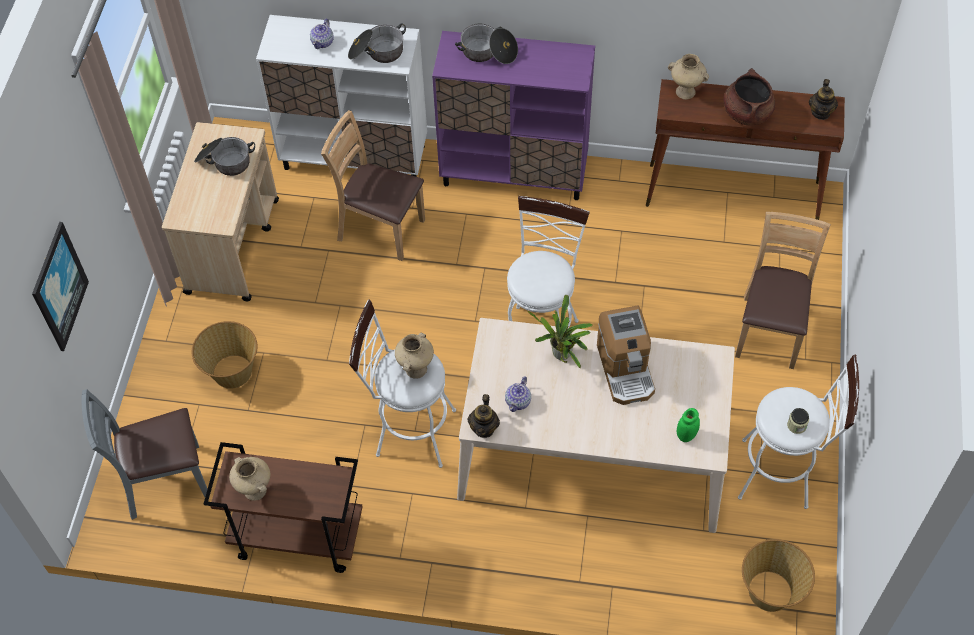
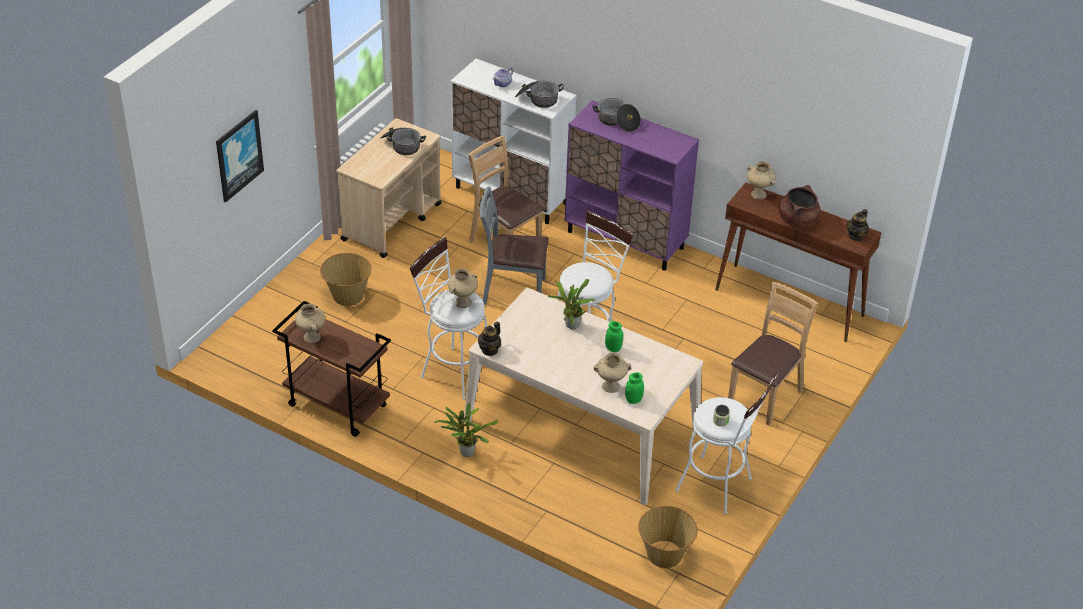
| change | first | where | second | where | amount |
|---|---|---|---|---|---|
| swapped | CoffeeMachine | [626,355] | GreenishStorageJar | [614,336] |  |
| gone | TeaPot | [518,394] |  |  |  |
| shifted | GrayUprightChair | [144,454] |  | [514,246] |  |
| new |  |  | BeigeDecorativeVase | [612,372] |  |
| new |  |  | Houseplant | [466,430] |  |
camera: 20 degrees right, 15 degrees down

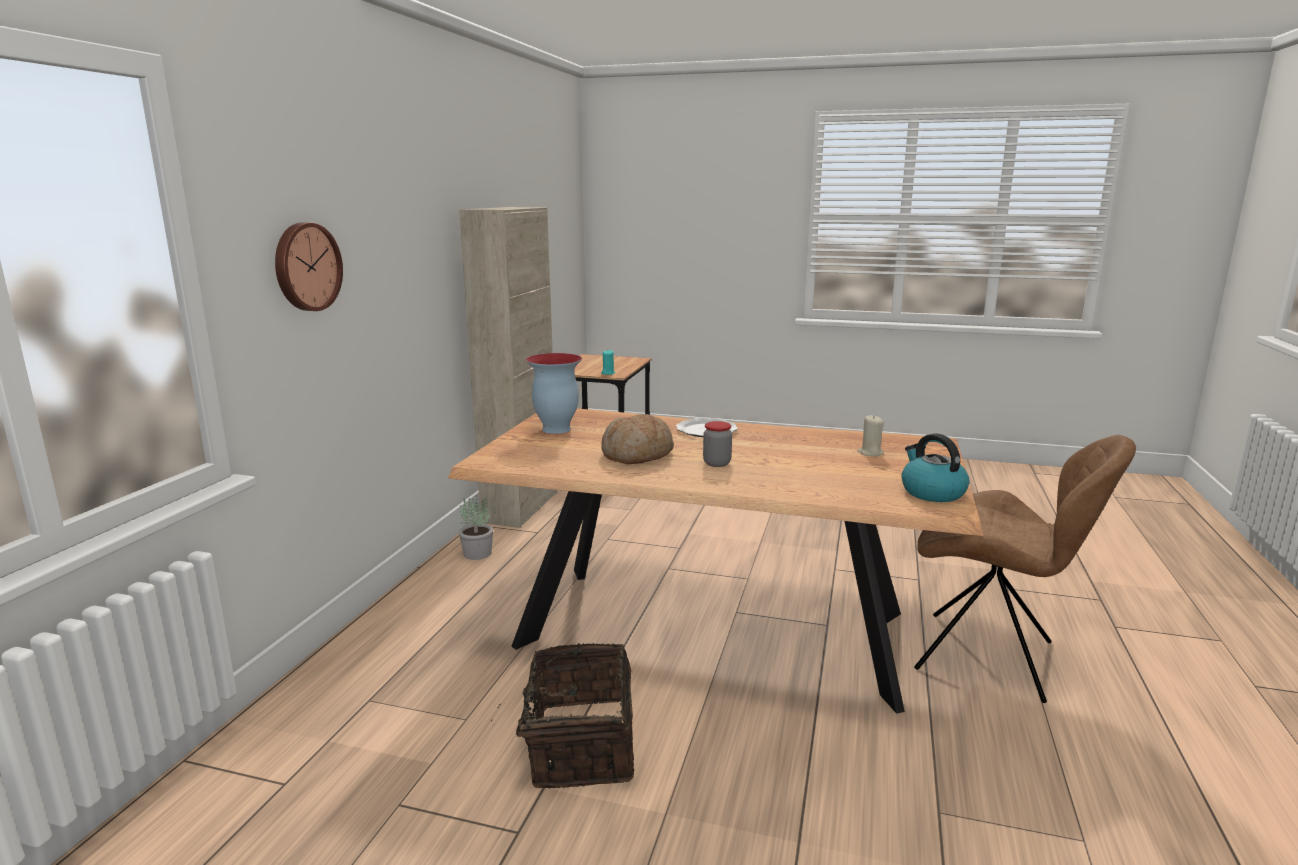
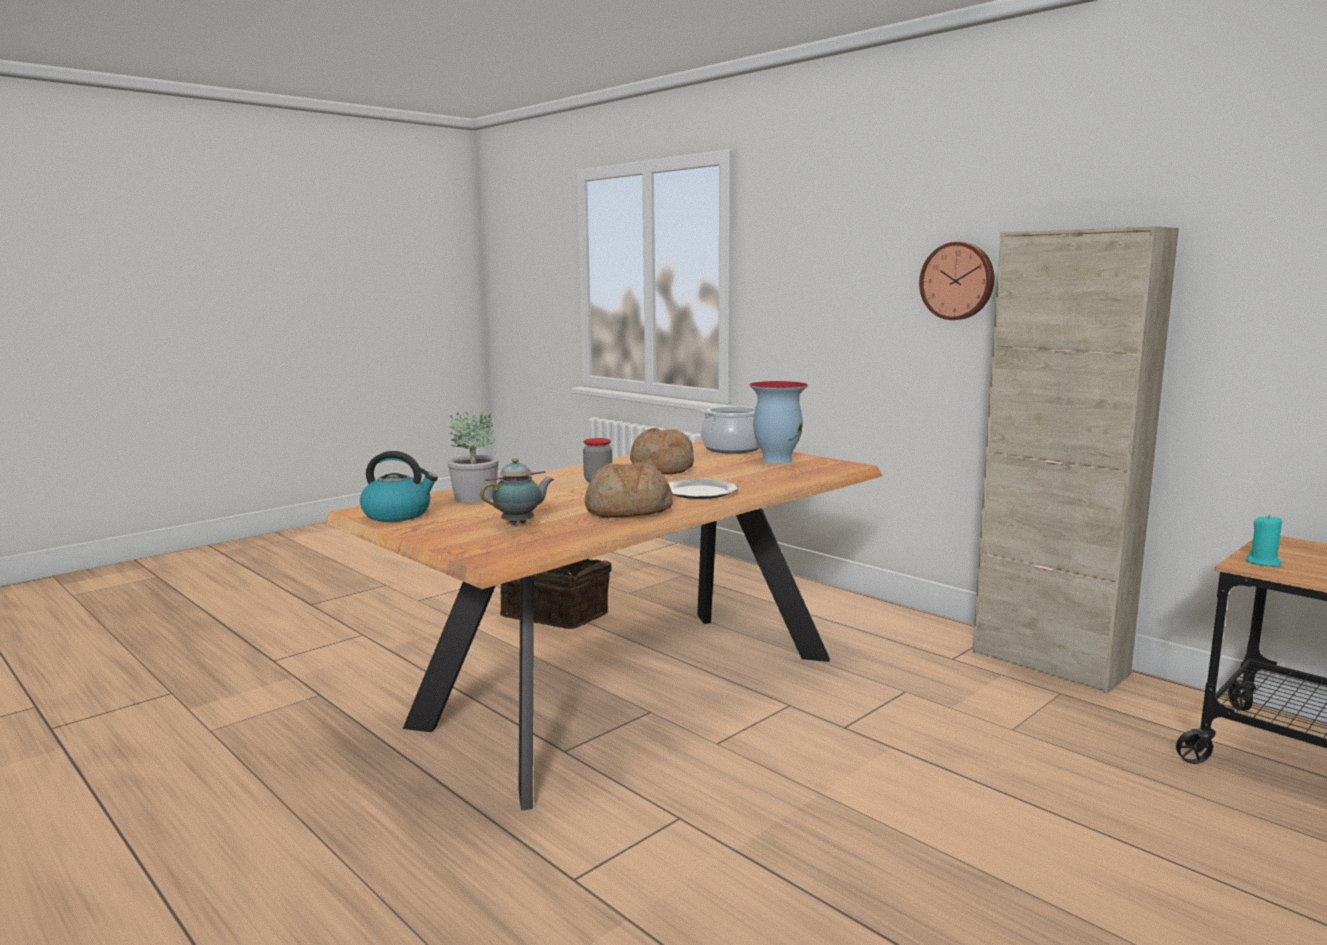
| change | first | where | second | where | amount |
|---|---|---|---|---|---|
| shifted | ClockOnTheWall | [309,266] |  | [956,281] |  |
| swapped | BeigeWaxCandle | [870,435] | TeaPot | [517,491] |  |
| gone | BrownUprightChair | [1025,569] |  |  |  |
| shifted | Houseplant | [476,527] |  | [473,457] |  |
| new |  |  | Stockpot | [730,430] |  |
| new |  |  | BakeryBread | [629,490] |  |
camera: 120 degrees right, 5 degrees down

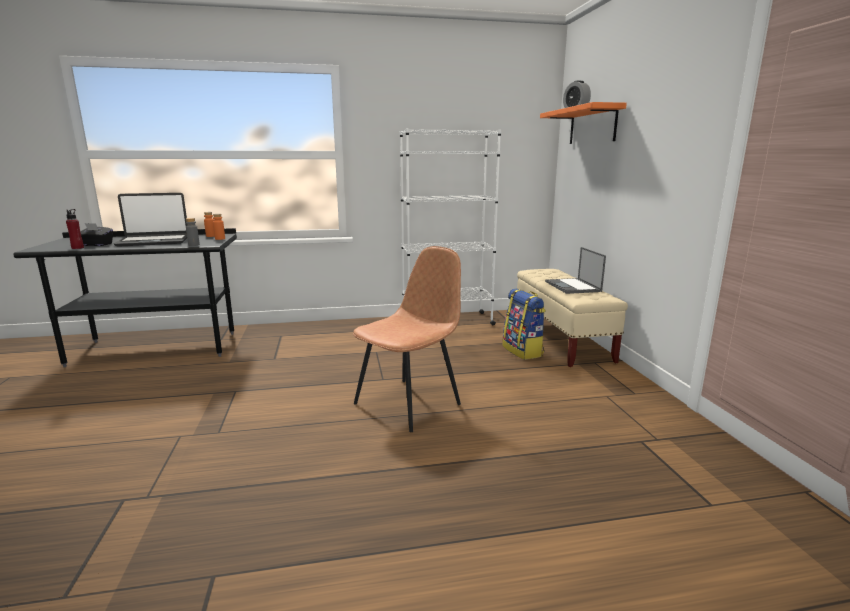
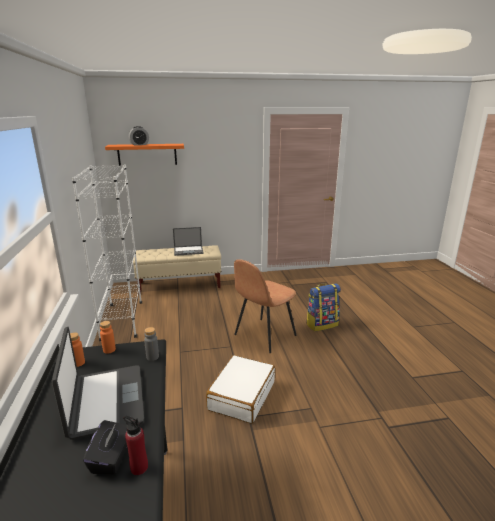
| change | first | where | second | where | amount |
|---|---|---|---|---|---|
| rotated | BrownUprightChair | [407,339] |  | [265,306] | 90 degrees counterclockwise |
| shifted | Backpack | [524,324] |  | [323,307] |  |
| new |  |  | WhiteColouredTravelCase | [240,389] |  |
camera: 90 degrees left, 5 degrees up

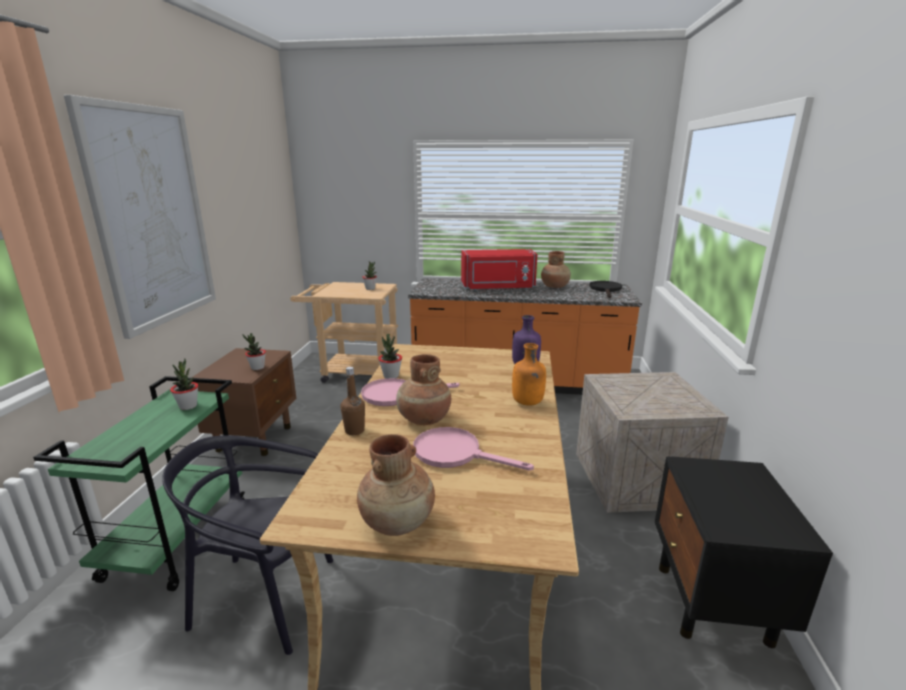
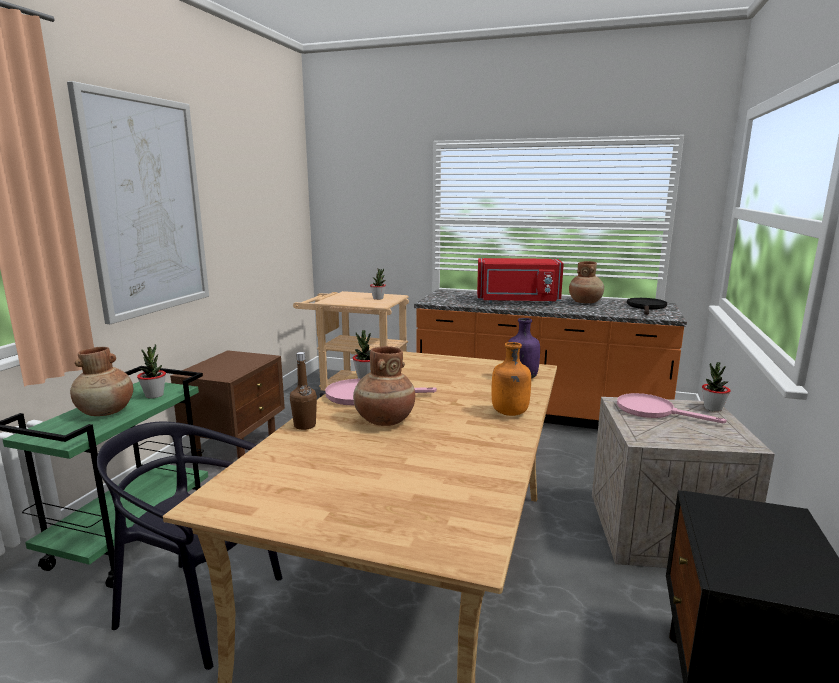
| change | first | where | second | where | amount |
|---|---|---|---|---|---|
| shifted | Houseplant | [254,351] |  | [716,387] |  |
| shifted | PinkishSkillet | [473,449] |  | [671,408] |  |
| shifted | BrownDecorativeVase | [396,485] |  | [101,381] |  |
camera: 10 degrees right, 5 degrees down

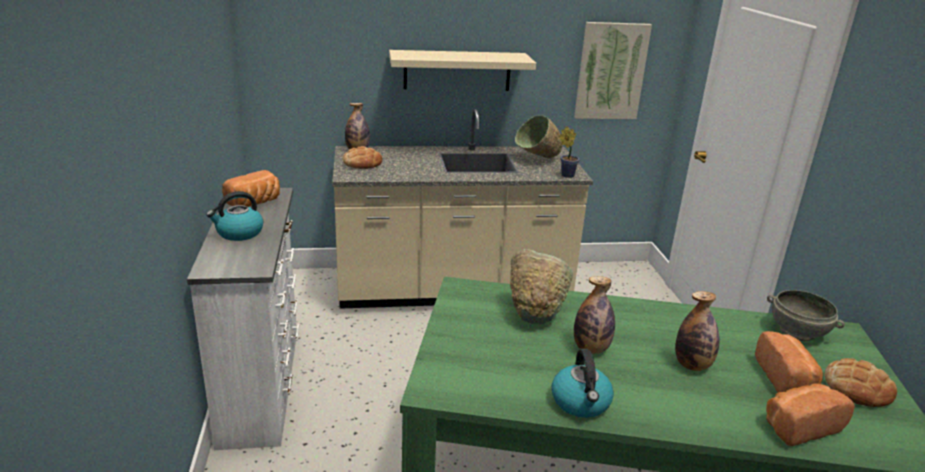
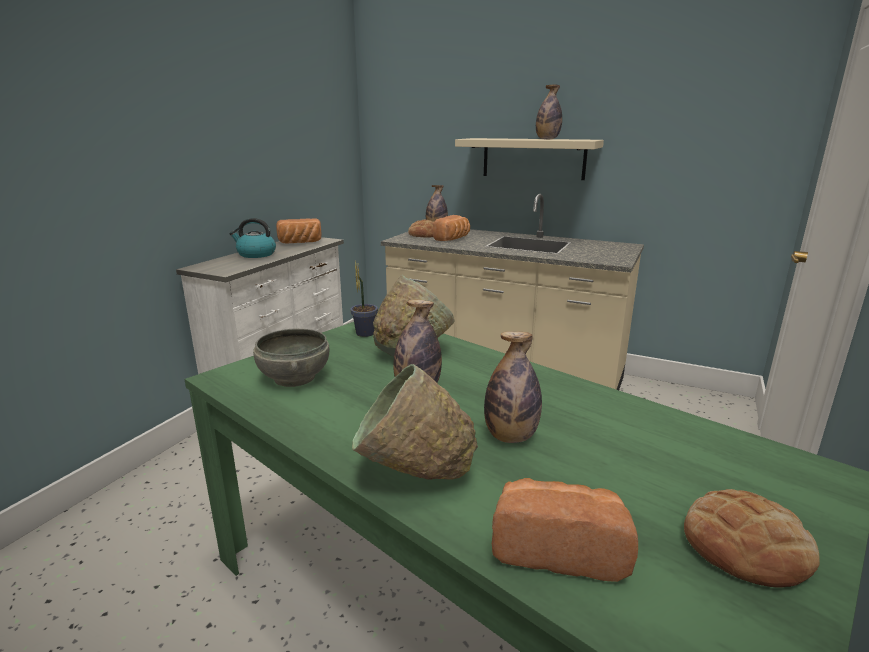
| change | first | where | second | where | amount |
|---|---|---|---|---|---|
| gone | Picture | [613,70] |  |  |  |
| shifted | GreenishServingBowl | [538,137] |  | [415,422] |  |
| shifted | Houseplant | [569,152] |  | [364,301] |  |
| shifted | GrayServingBowl | [806,315] |  | [291,358] |  |
| shifted | BakeryBread | [789,361] |  | [451,228] |  |
| gone | TeaKettle | [583,383] |  |  |  |
| new |  |  | DrinkBottle | [549,111] |  |
camera: 35 degrees right, 5 degrees down

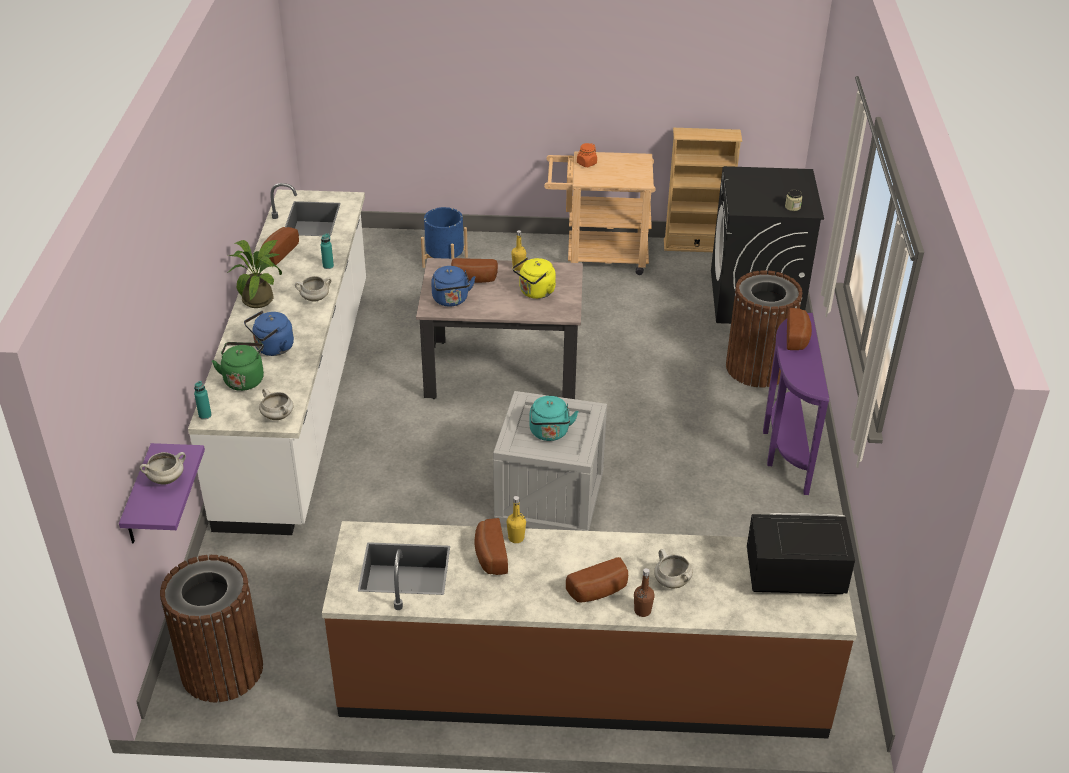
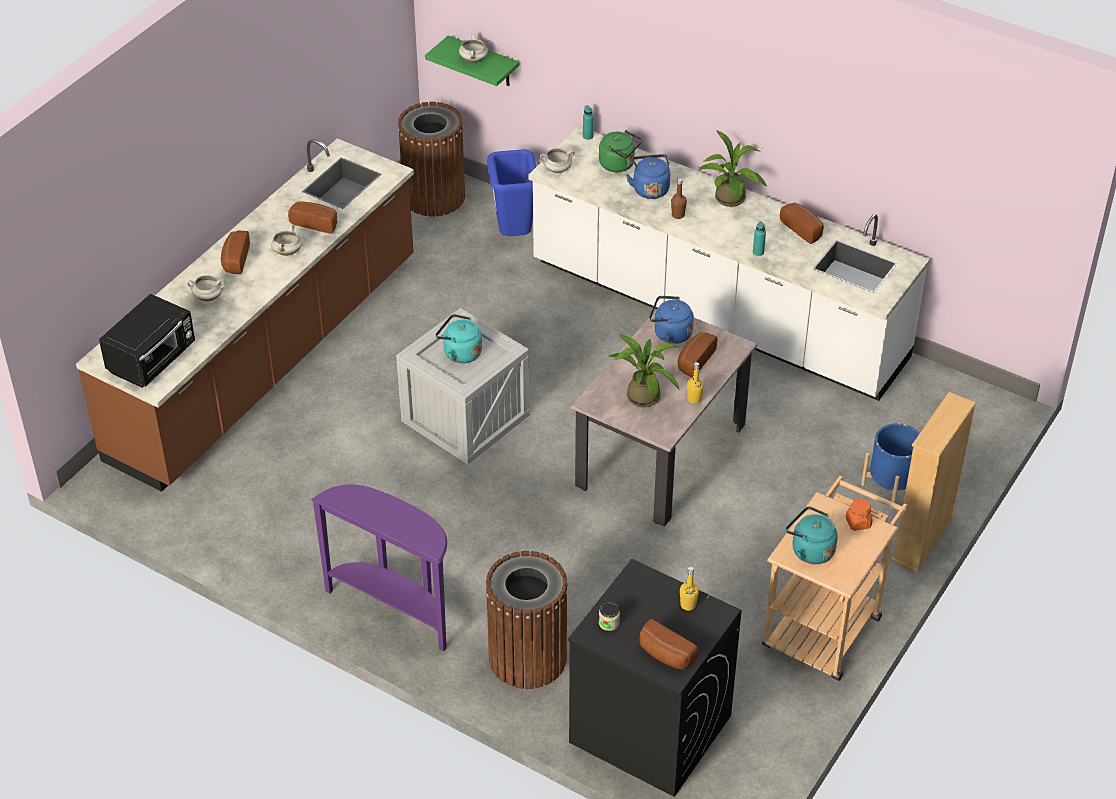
| change | first | where | second | where | amount |
|---|---|---|---|---|---|
| shifted | BeigeShelvingUnit | [703,190] |  | [933,482] |  |
| swapped | YellowTeaKettle | [534,278] | Houseplant | [644,370] |  |
| shifted | WhiteColouredStockpot | [313,289] |  | [286,240] |  |
| shifted | BakeryBread | [799,329] |  | [668,644] |  |
| repainted | PurpleBracketShelf | [162,493] | GreenishBracketShelf | [472,60] |  |
| shifted | YellowDrinkBottle | [516,519] |  | [689,589] |  |
| shifted | BrownDrinkBottle | [644,592] |  | [679,198] |  |
| new |  |  | BluishWasteBin | [511,192] |  |
| new |  |  | TurquoiseColouredTeaKettle | [812,535] |  |
camera: 120 degrees right, 5 degrees up

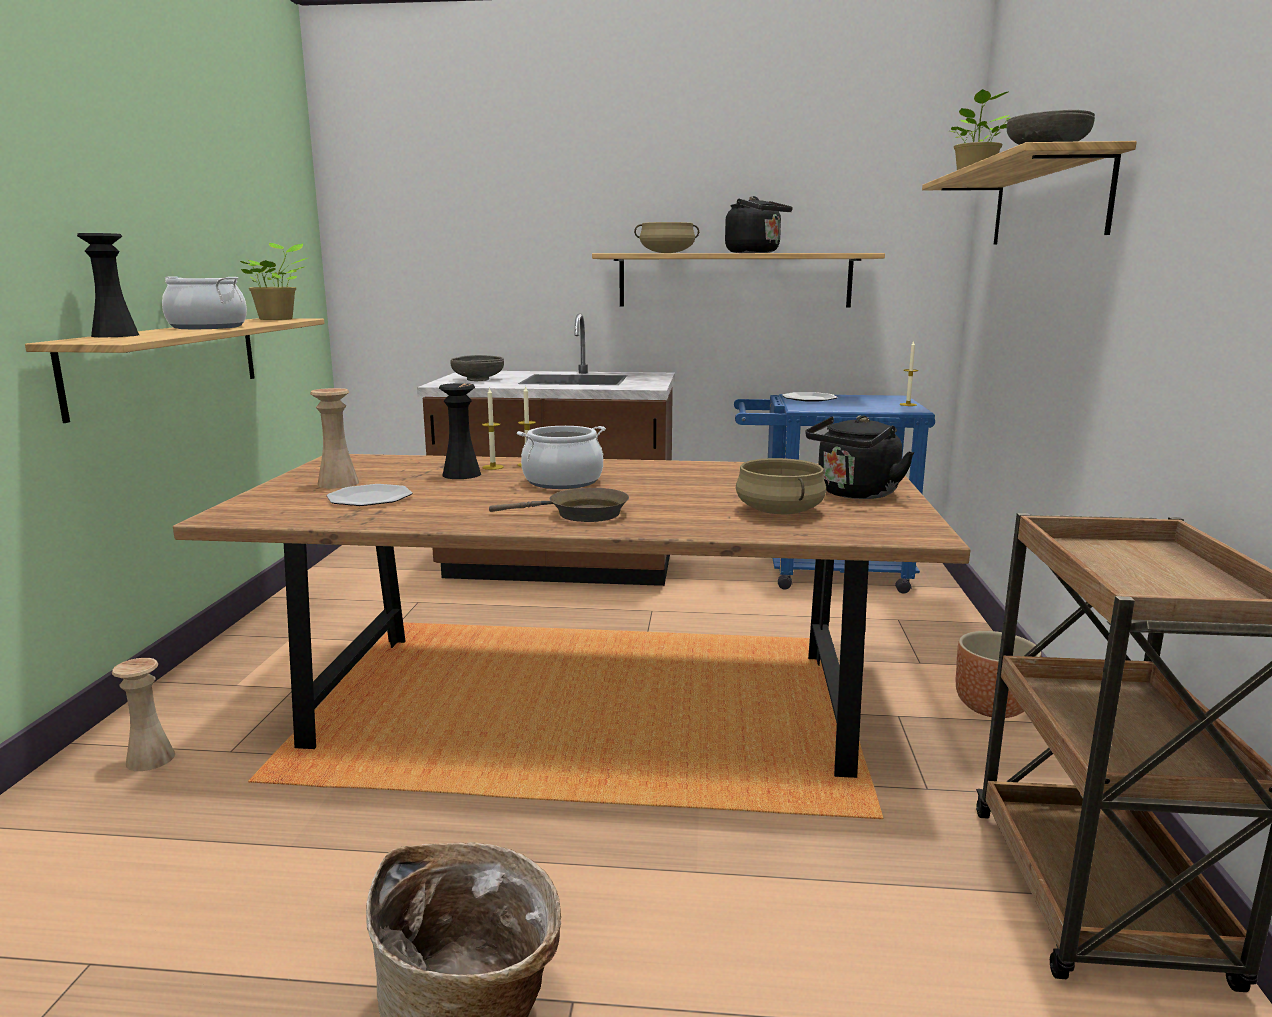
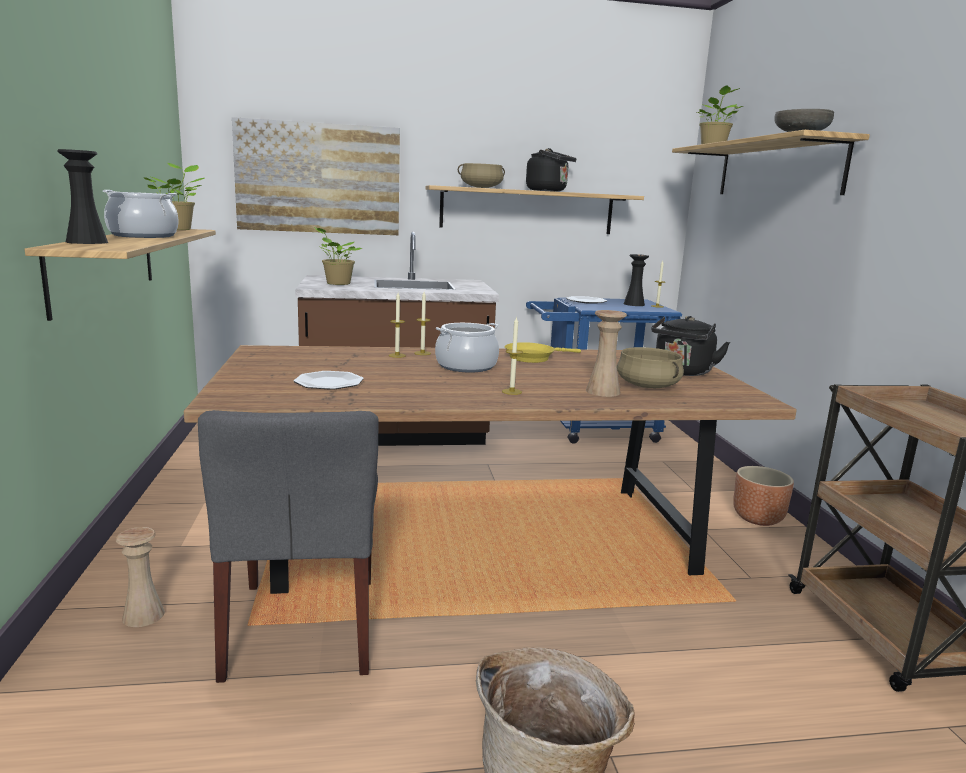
| change | first | where | second | where | amount |
|---|---|---|---|---|---|
| swapped | GrayServingBowl | [477,368] | Houseplant | [338,256] |  |
| shifted | BlackishDecorativeVase | [460,431] |  | [636,280] |  |
| shifted | BeigeDecorativeVase | [334,438] |  | [606,353] |  |
| swapped | BrownSkillet | [559,505] | WaxCandle | [512,355] |  |
| new |  |  | Picture | [316,176] |  |
| new |  |  | YellowSkillet | [543,352] |  |
| new |  |  | GrayUprightChair | [288,546] |  |
camera: 15 degrees left, 0 degrees up

